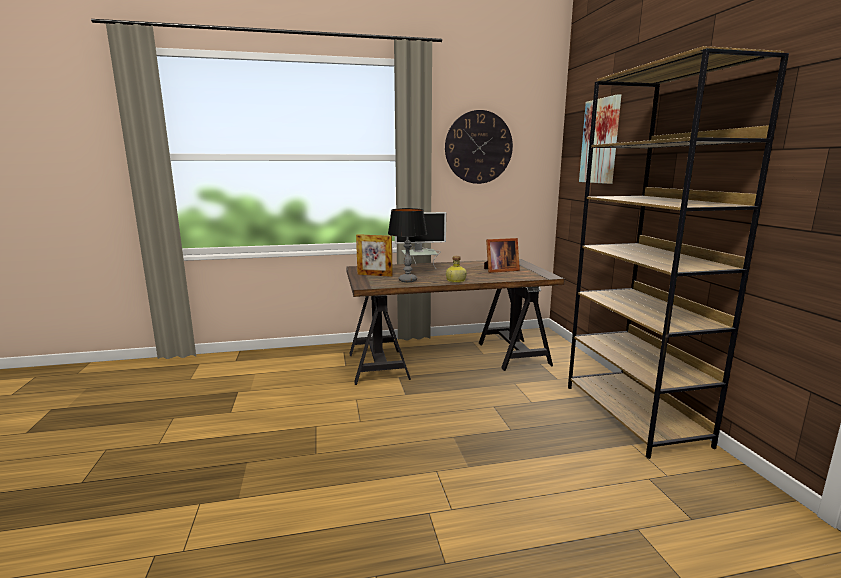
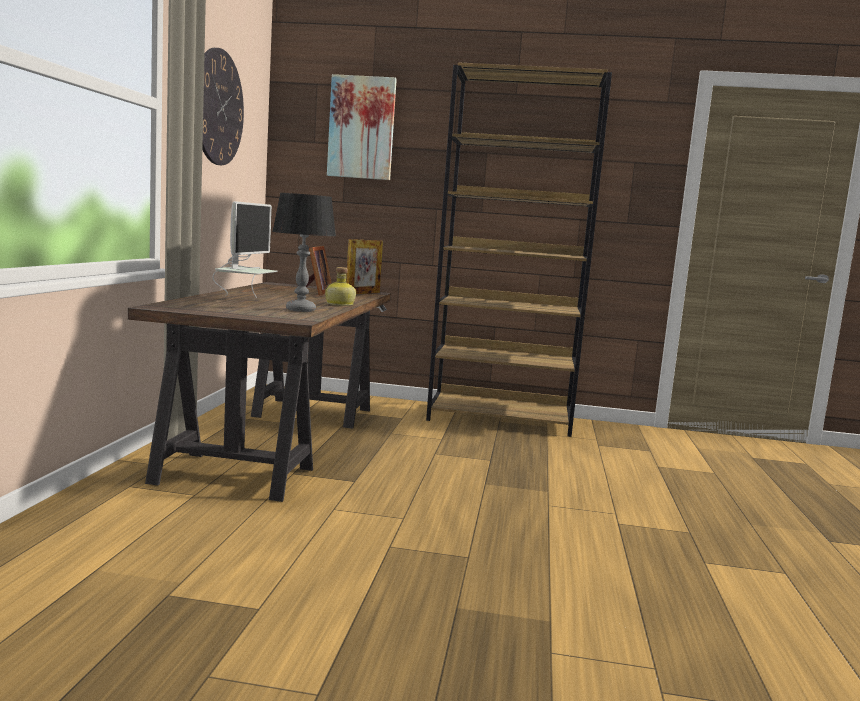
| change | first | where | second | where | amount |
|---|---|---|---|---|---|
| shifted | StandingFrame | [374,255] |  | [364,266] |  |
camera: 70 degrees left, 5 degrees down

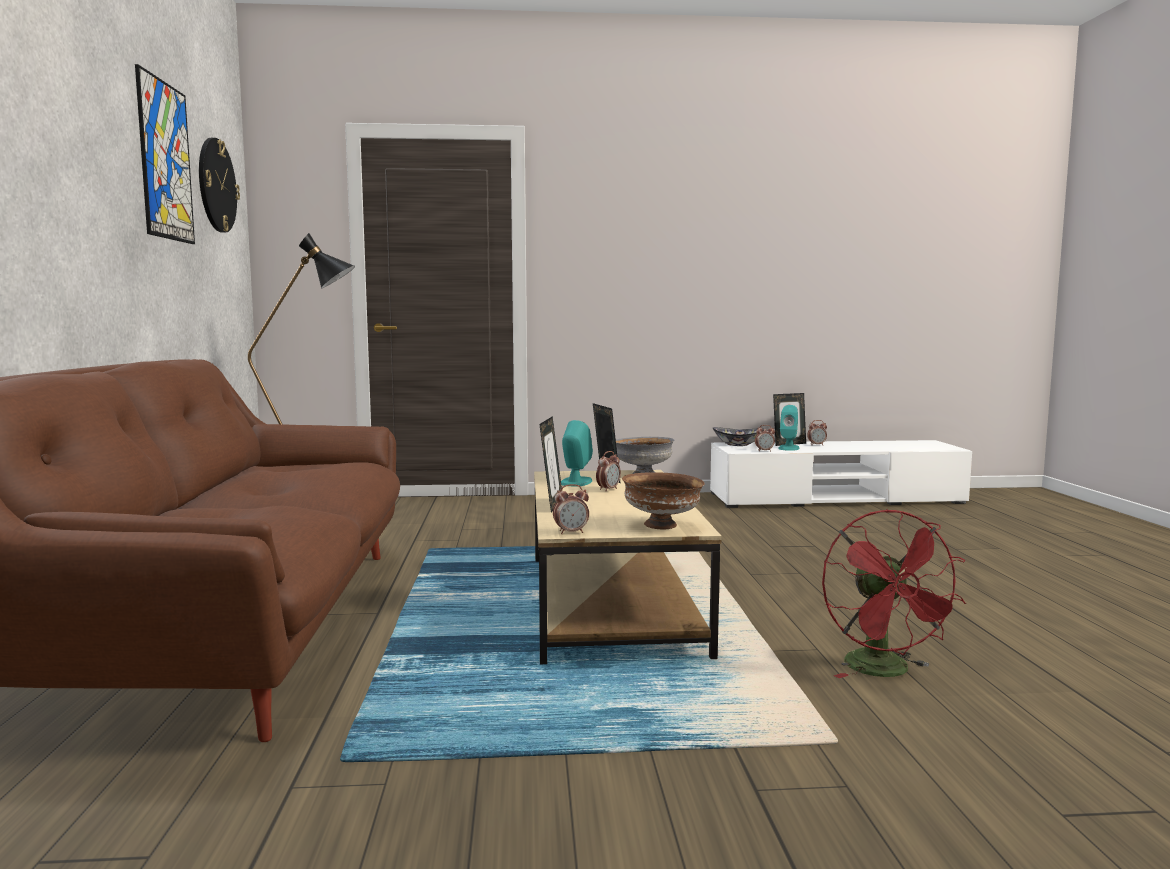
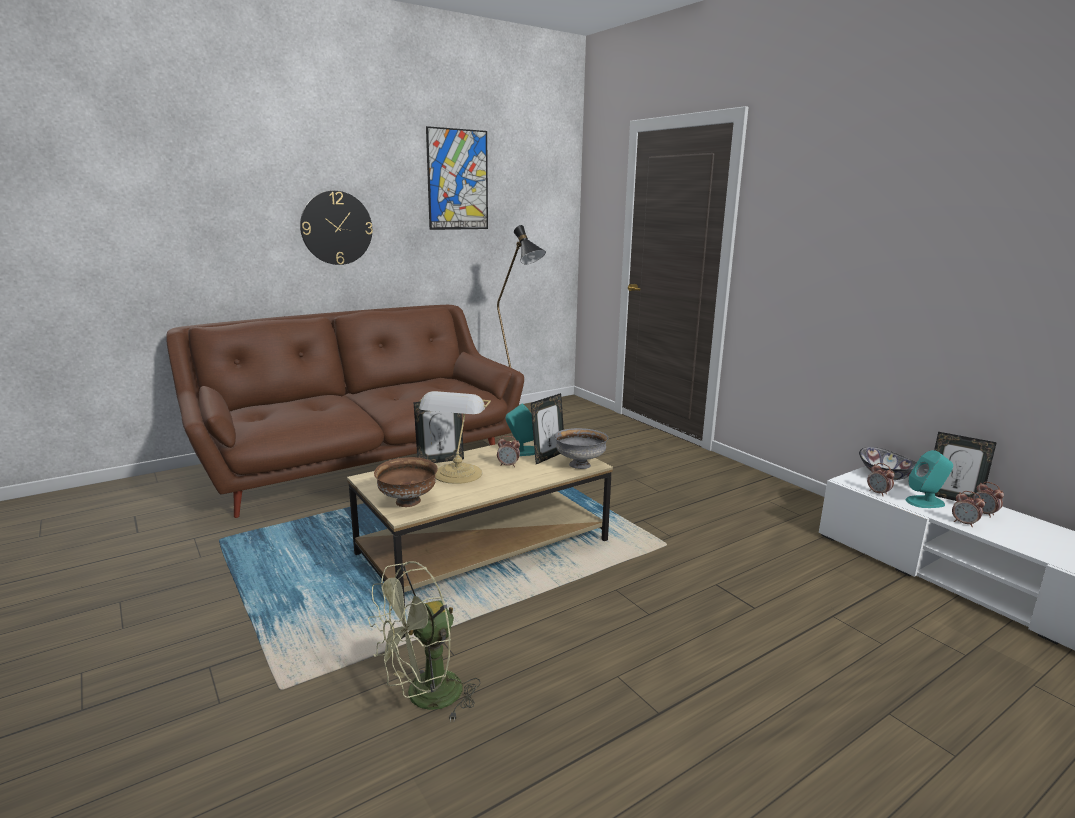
| change | first | where | second | where | amount |
|---|---|---|---|---|---|
| shifted | ClockOnTheWall | [219,185] |  | [336,228] |  |
| shifted | BedsideClock | [571,509] |  | [968,509] |  |
| repainted | RedFan | [894,593] | GreenishFan | [424,641] |  |
| new |  |  | LampForATable | [455,437] |  |
camera: 60 degrees right, 10 degrees up

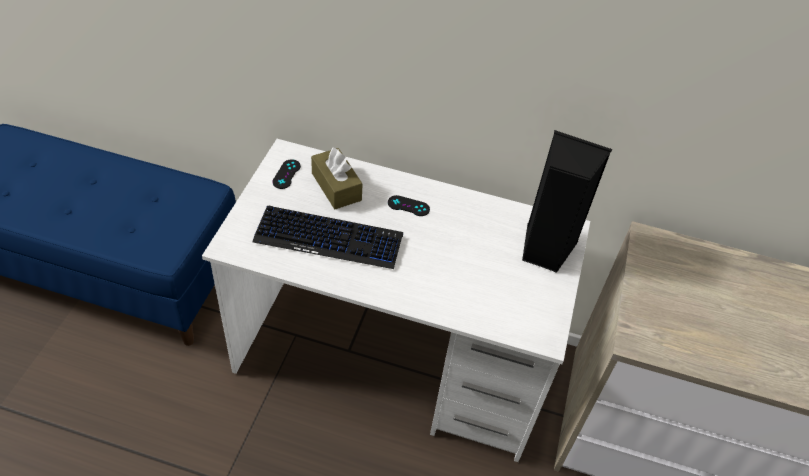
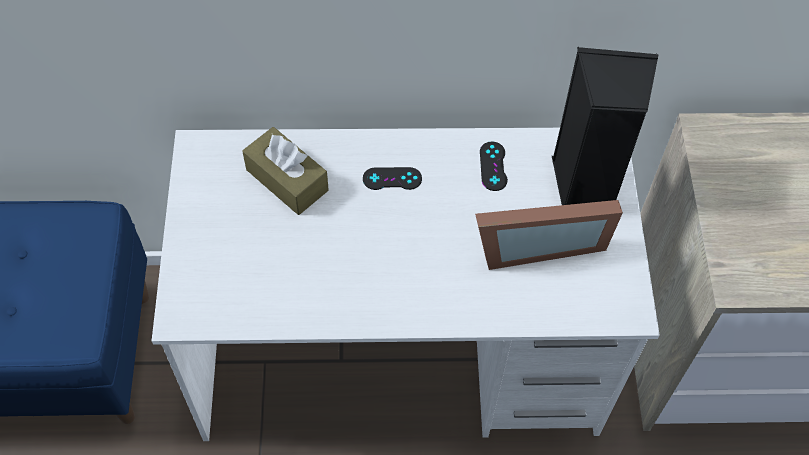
| change | first | where | second | where | amount |
|---|---|---|---|---|---|
| shifted | BlackishGameController | [286,174] |  | [494,166] |  |
| gone | Keyboard | [328,237] |  |  |  |
| new |  |  | StandingFrame | [549,235] |  |
camera: 15 degrees left, 10 degrees up

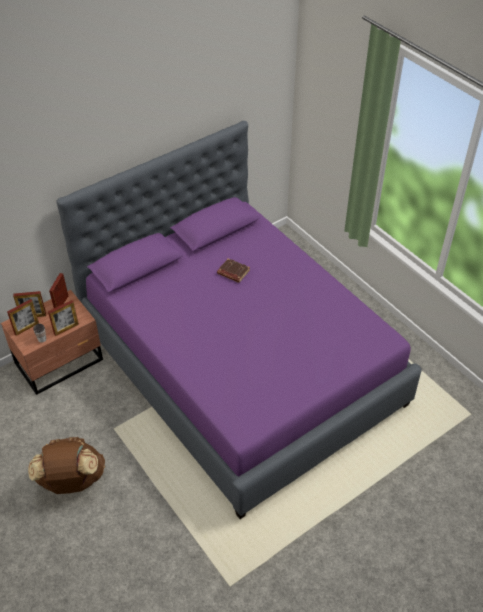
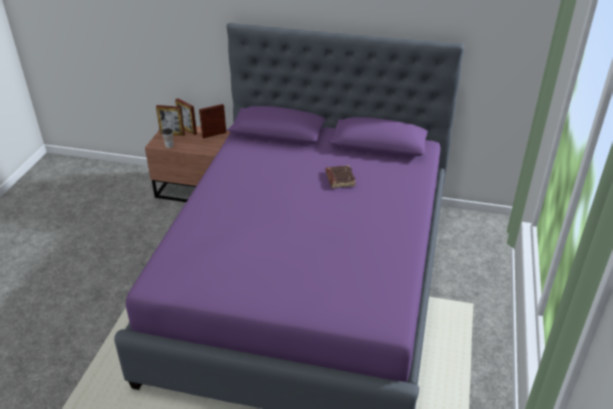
| change | first | where | second | where | amount |
|---|---|---|---|---|---|
| gone | StandingFrame | [63,318] |  |  |  |
| gone | BrownBackpack | [66,465] |  |  |  |
camera: 50 degrees right, 10 degrees down

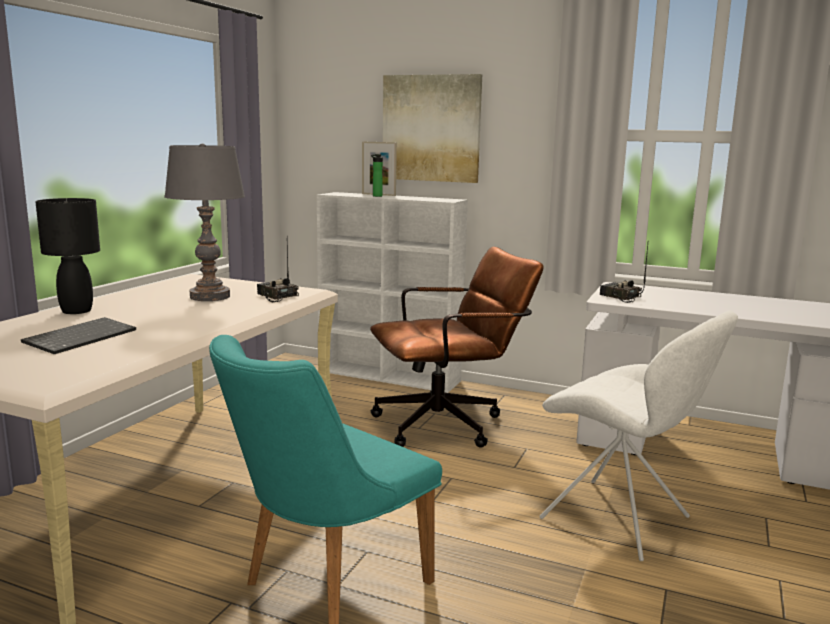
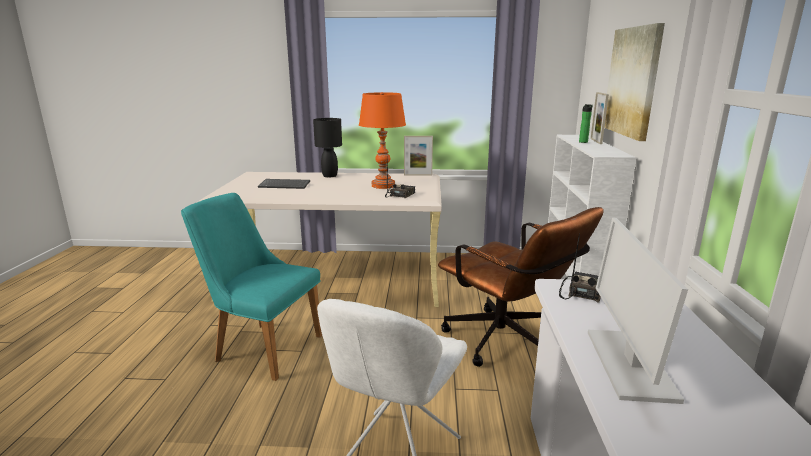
| change | first | where | second | where | amount |
|---|---|---|---|---|---|
| repainted | GrayLampForATable | [204,222] | OrangeyLampForATable | [382,140] |  |
| new |  |  | StandingFrame | [418,156] |  |
| new |  |  | ComputerScreen | [638,310] |  |
camera: 70 degrees right, 5 degrees up

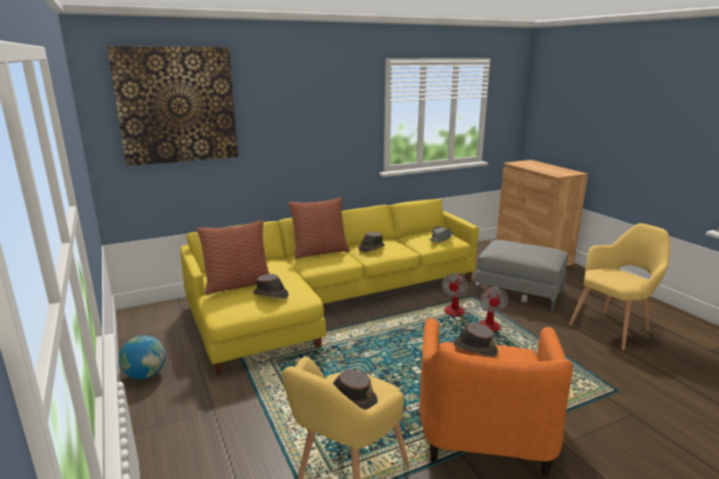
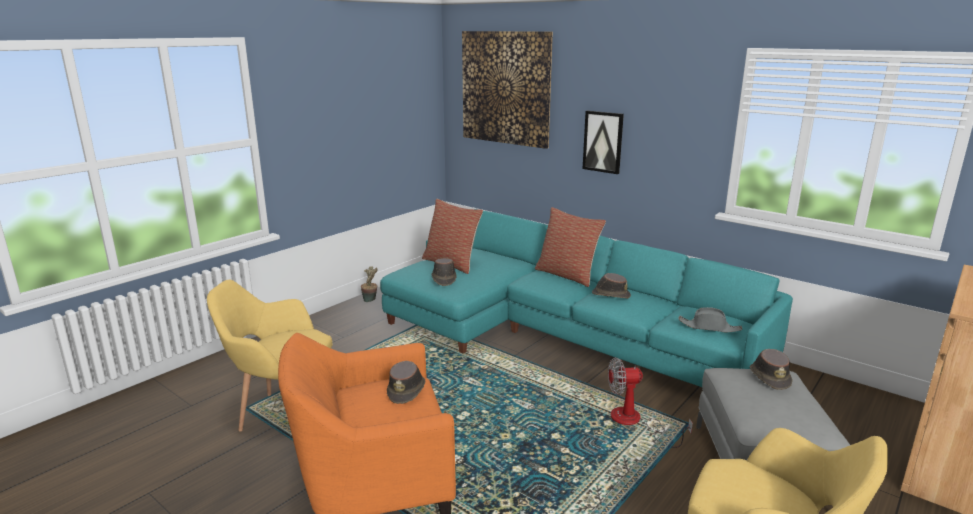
| change | first | where | second | where | amount |
|---|---|---|---|---|---|
| repainted | YellowSofa | [329,287] | TurquoiseColouredSofa | [586,299] |  |
| gone | Fan | [503,309] |  |  |  |
| swapped | Globe | [142,357] | Houseplant | [369,284] |  |
| shifted | BrownHat | [355,389] |  | [771,369] |  |
| new |  |  | Picture | [603,142] |  |
camera: 65 degrees right, 0 degrees up

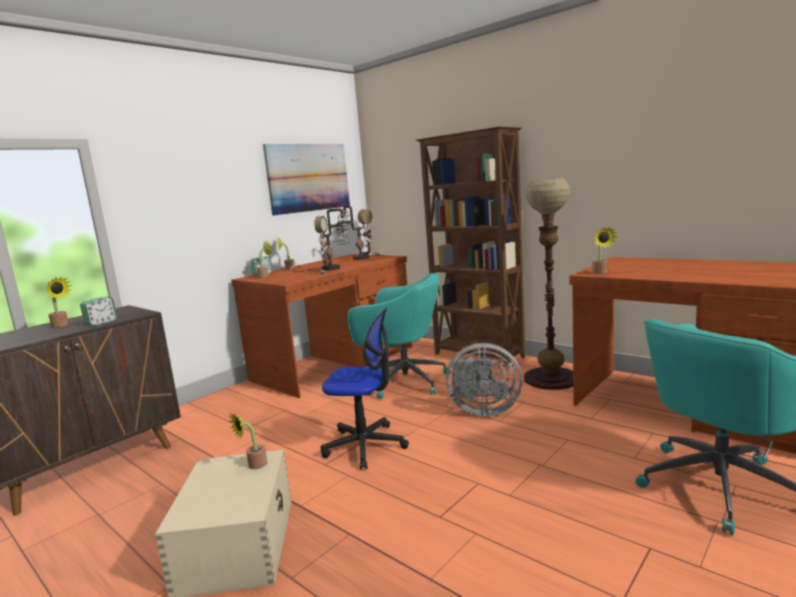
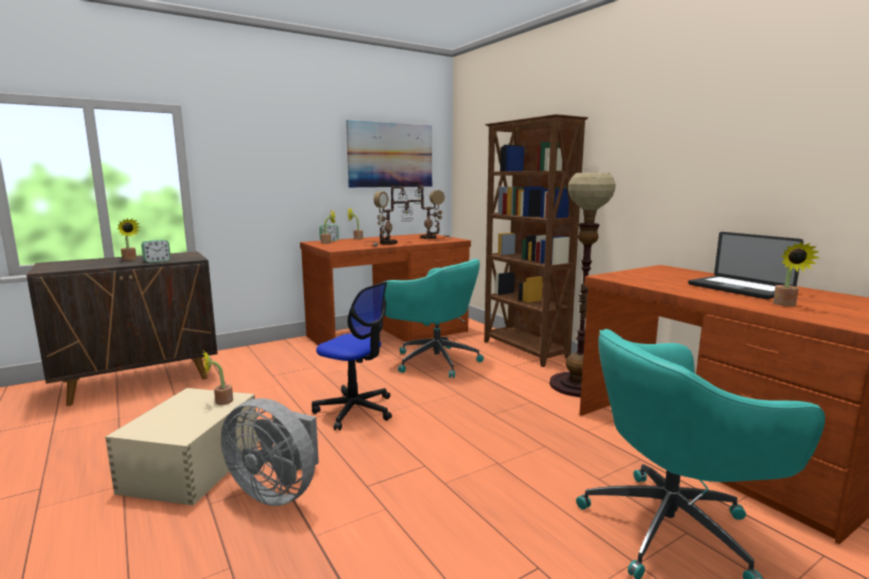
| change | first | where | second | where | amount |
|---|---|---|---|---|---|
| shifted | Houseplant | [605,250] |  | [796,274] |  |
| shifted | GrayFan | [484,380] |  | [270,452] |  |
| new |  |  | Laptop | [746,265] |  |
camera: 15 degrees right, 0 degrees up

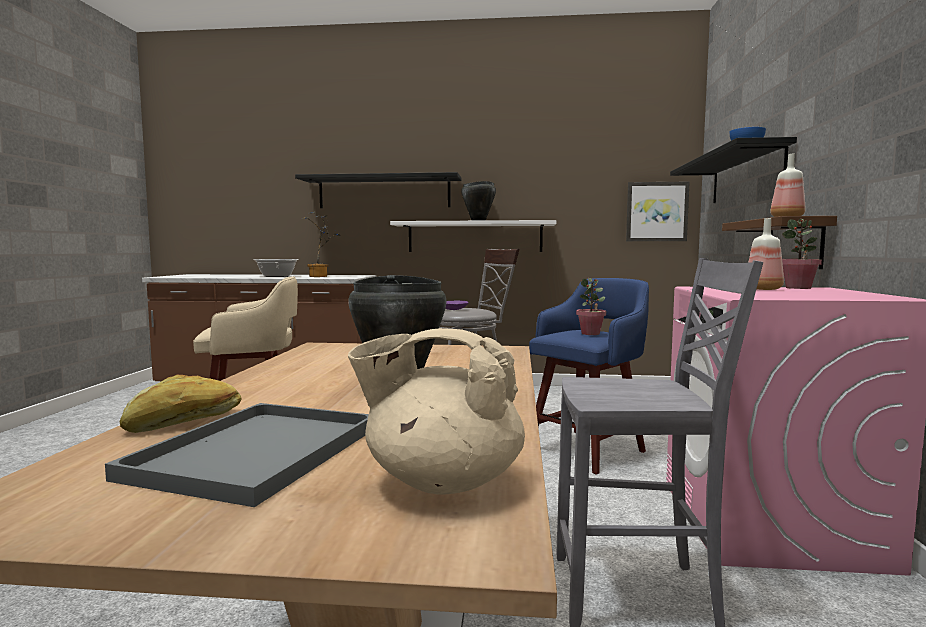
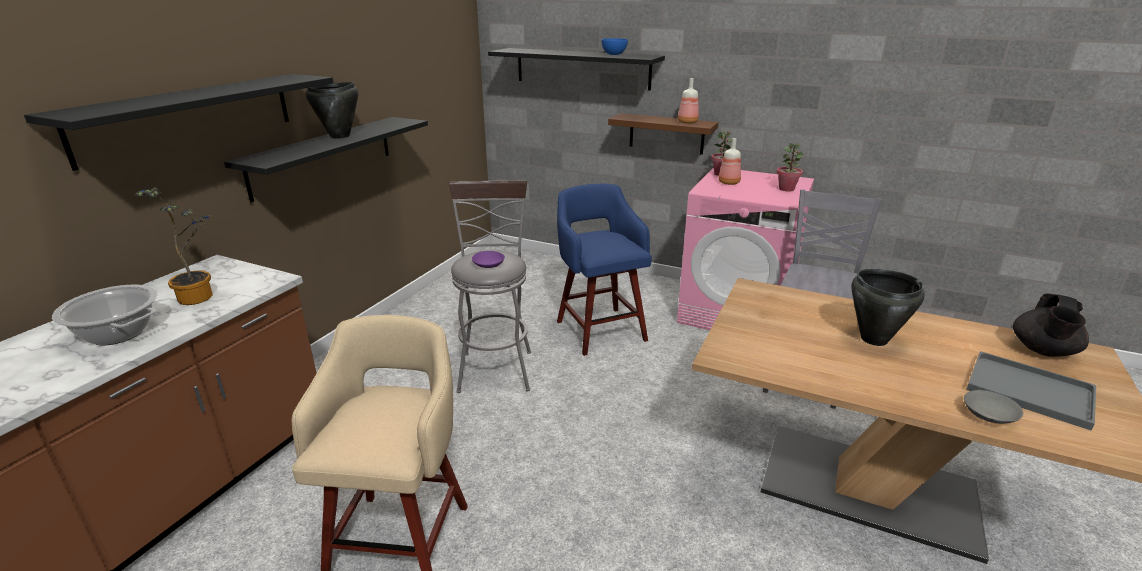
| change | first | where | second | where | amount |
|---|---|---|---|---|---|
| gone | Picture | [658,211] |  |  |  |
| repainted | WhiteColouredBracketShelf | [473,236] | BlackishBracketShelf | [326,159] |  |
| shifted | Houseplant | [591,306] |  | [790,167] |  |
| repainted | BeigeTeaPot | [436,411] | BlackishTeaPot | [1051,325] |  |
| swapped | BakeryBread | [180,404] | GrayServingBowl | [993,407] |  |
camera: 70 degrees left, 20 degrees up

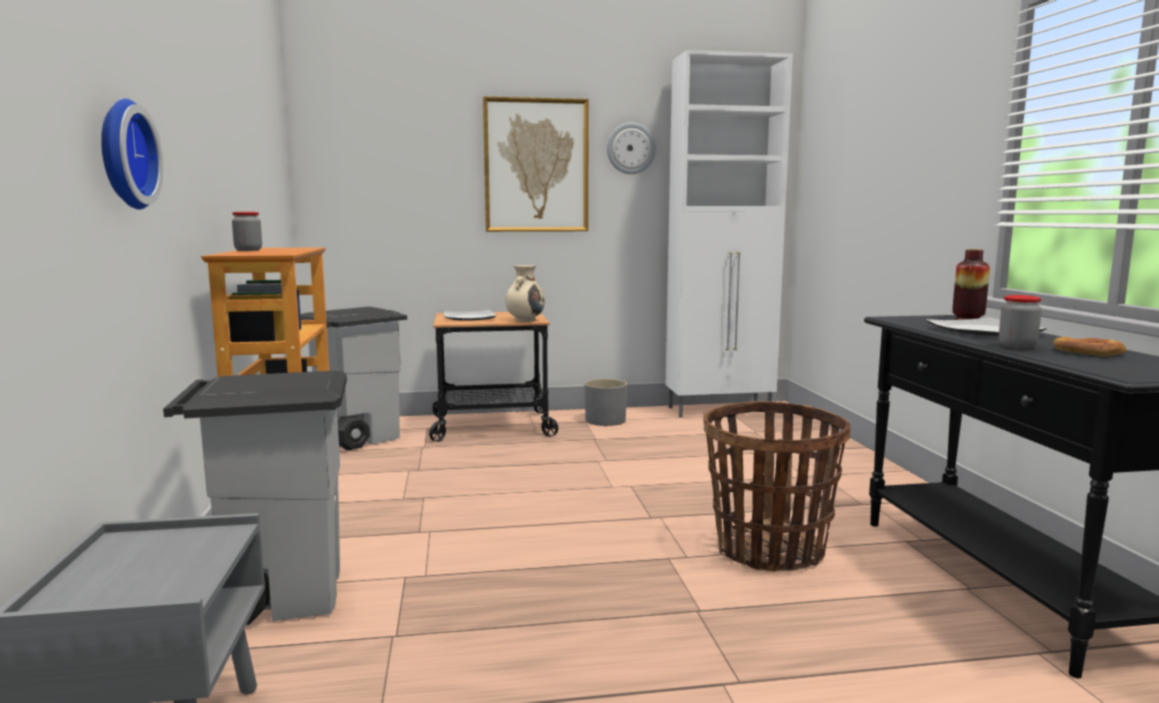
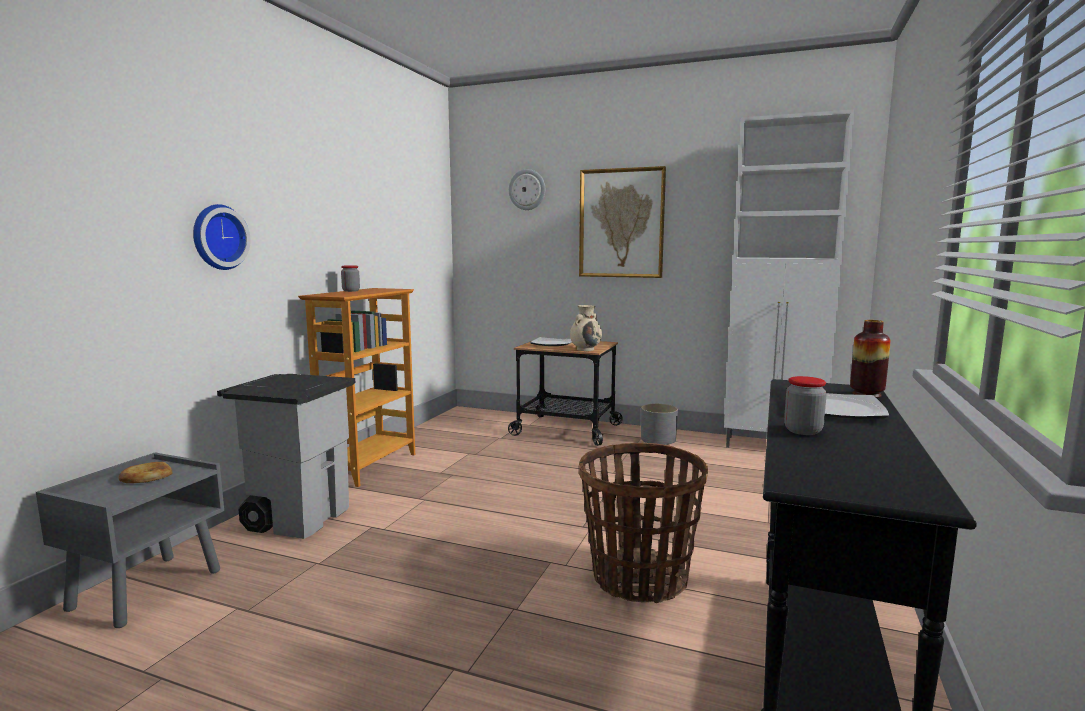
| change | first | where | second | where | amount |
|---|---|---|---|---|---|
| shifted | ClockOnTheWall | [631,148] |  | [527,189] |  |
| gone | GrayWasteBin | [353,378] |  |  |  |
| shifted | BakeryBread | [1090,346] |  | [145,472] |  |
camera: 30 degrees right, 0 degrees up

